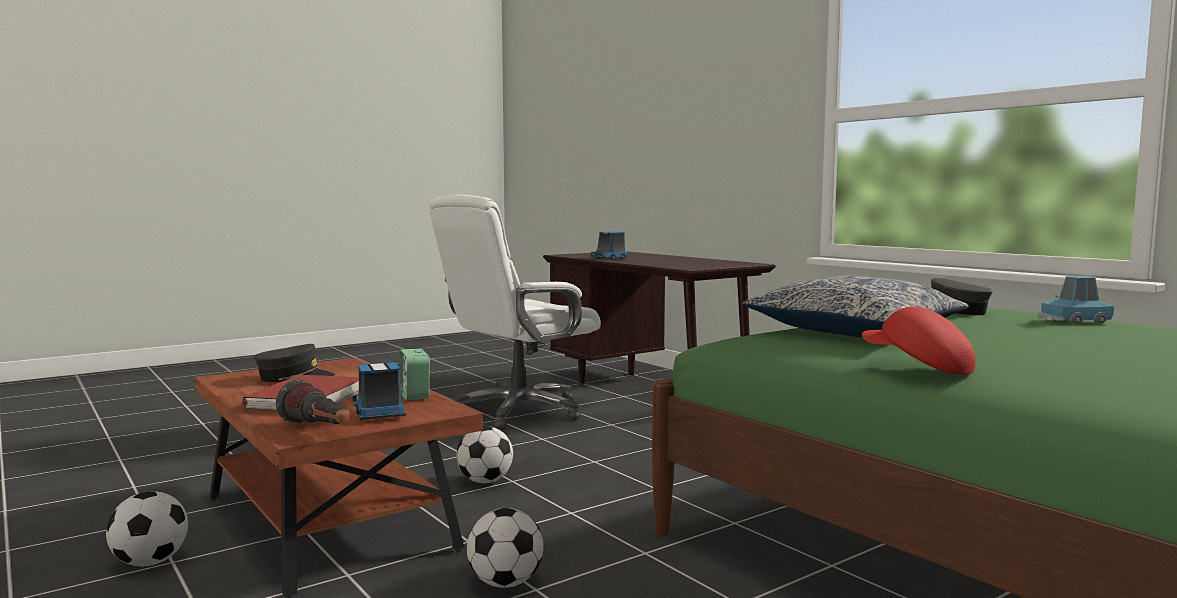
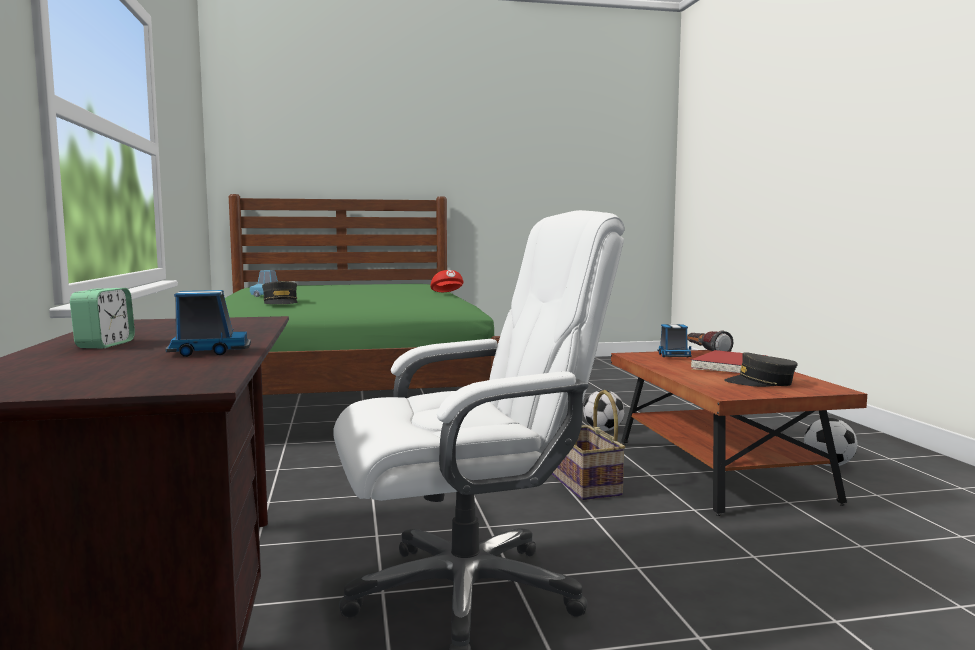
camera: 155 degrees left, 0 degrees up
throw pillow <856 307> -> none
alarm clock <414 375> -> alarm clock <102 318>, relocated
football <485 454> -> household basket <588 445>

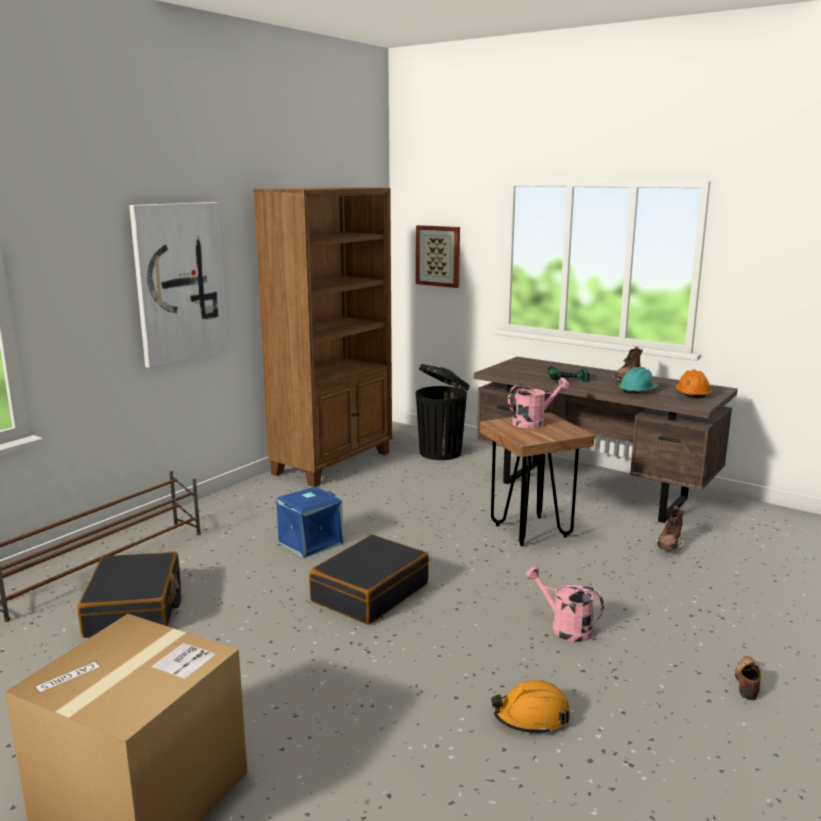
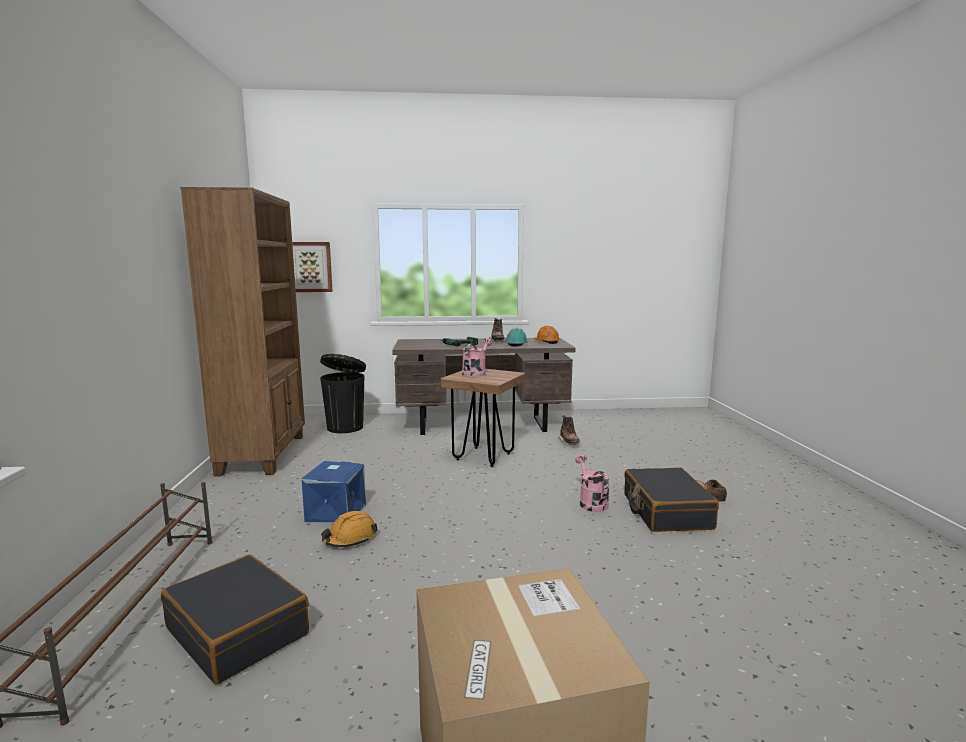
camera: 40 degrees left, 5 degrees down
picture <178 285> -> none
blackish travel case <369 580> -> blackish travel case <671 500>, relocated
pink-coloured watering can <564 604> -> pink-coloured watering can <592 483>, 75 degrees clockwise
orangey safety helmet <531 707> -> orangey safety helmet <349 529>, relocated

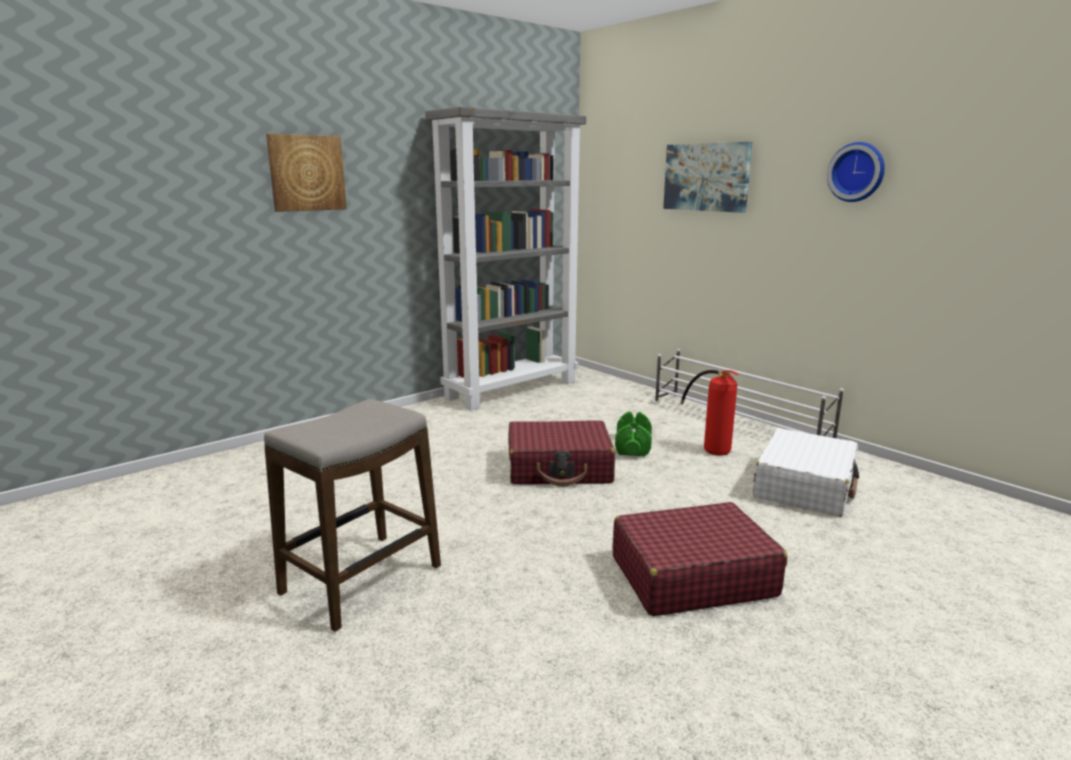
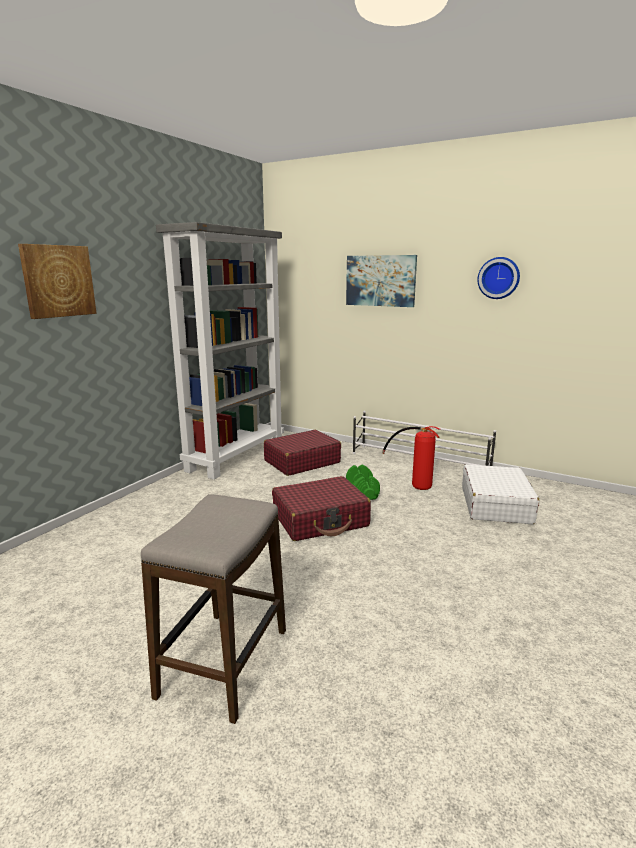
camera: 20 degrees left, 0 degrees up
red travel case <700 559> -> red travel case <302 453>, relocated

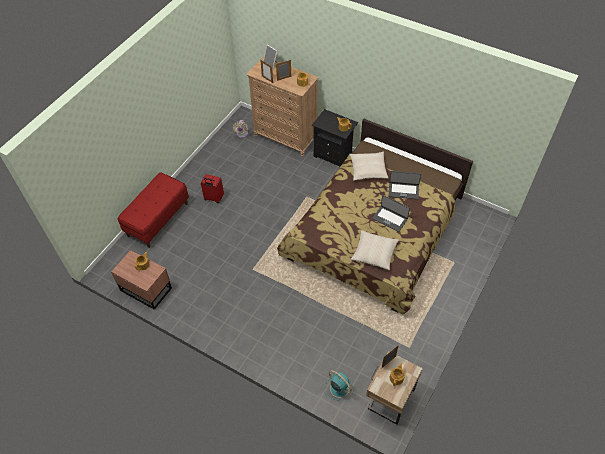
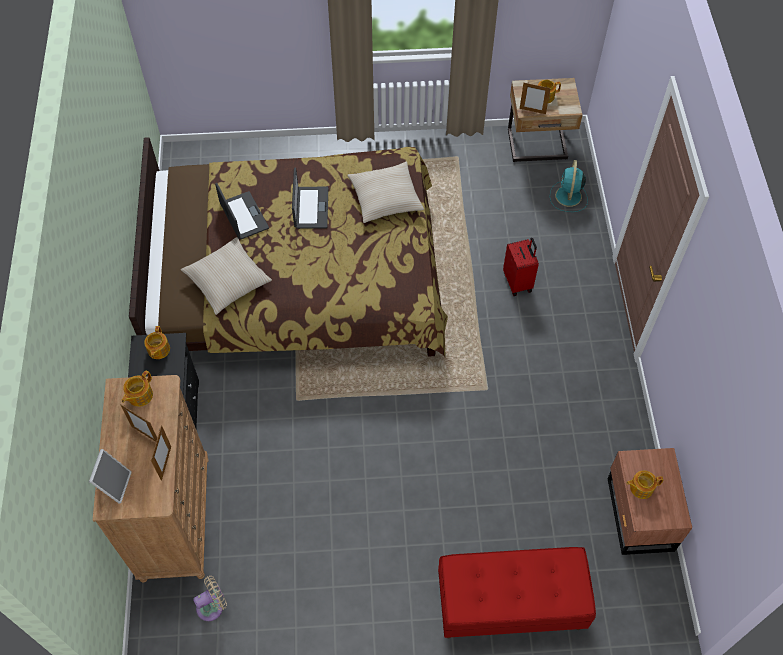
camera: 125 degrees left, 5 degrees up
red travel case <212 188> -> red travel case <521 267>, relocated

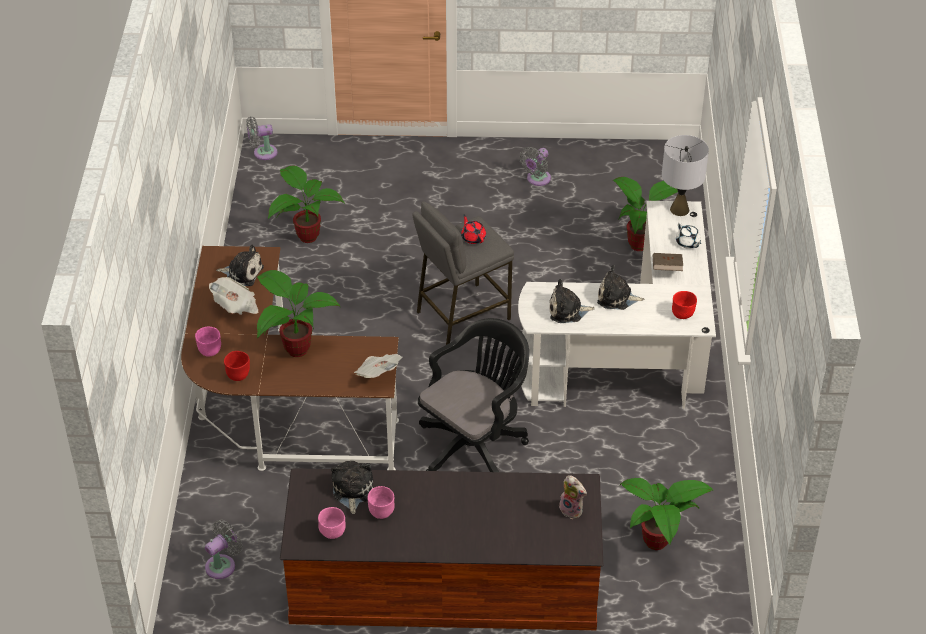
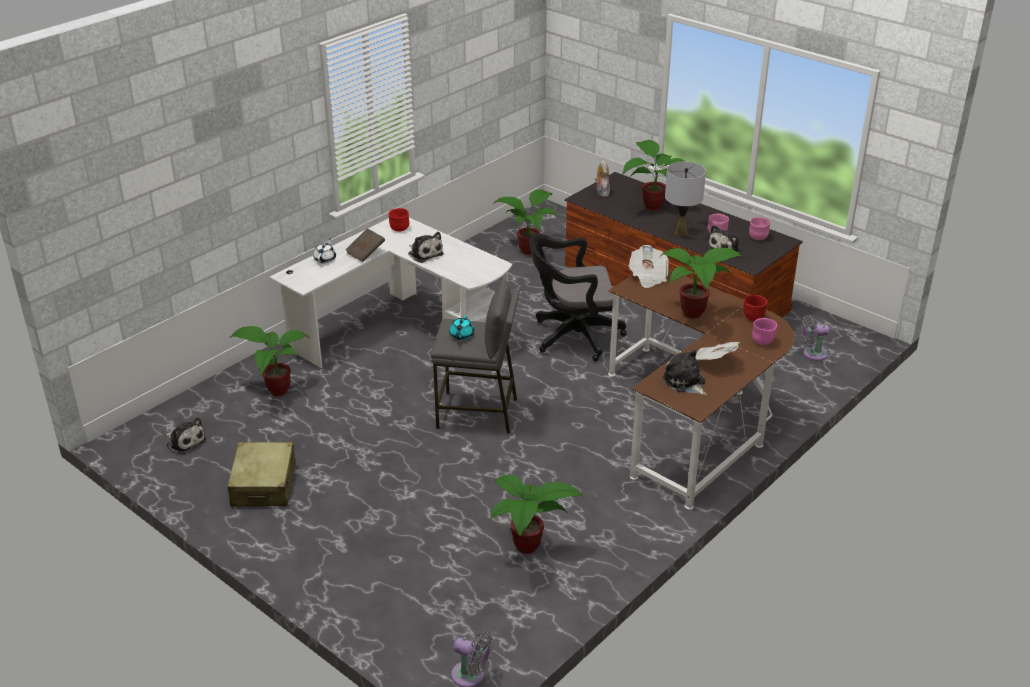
camera: 140 degrees left, 10 degrees down
gray lamp for a table <685 175> -> gray lamp for a table <685 199>, relocated
gray cooling fan <535 166> -> beige travel case <261 474>
red teapot <473 229> -> turquoise teapot <461 327>
cuddly toy <572 301> -> cuddly toy <186 436>, relocated
none -> plant in a pot <654 175>

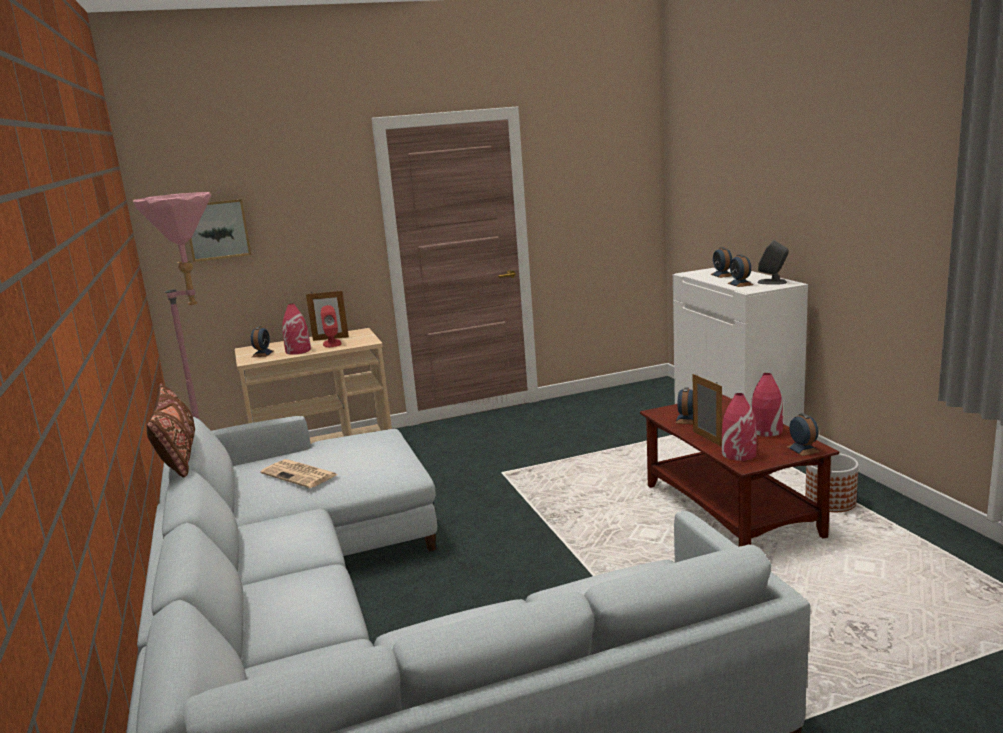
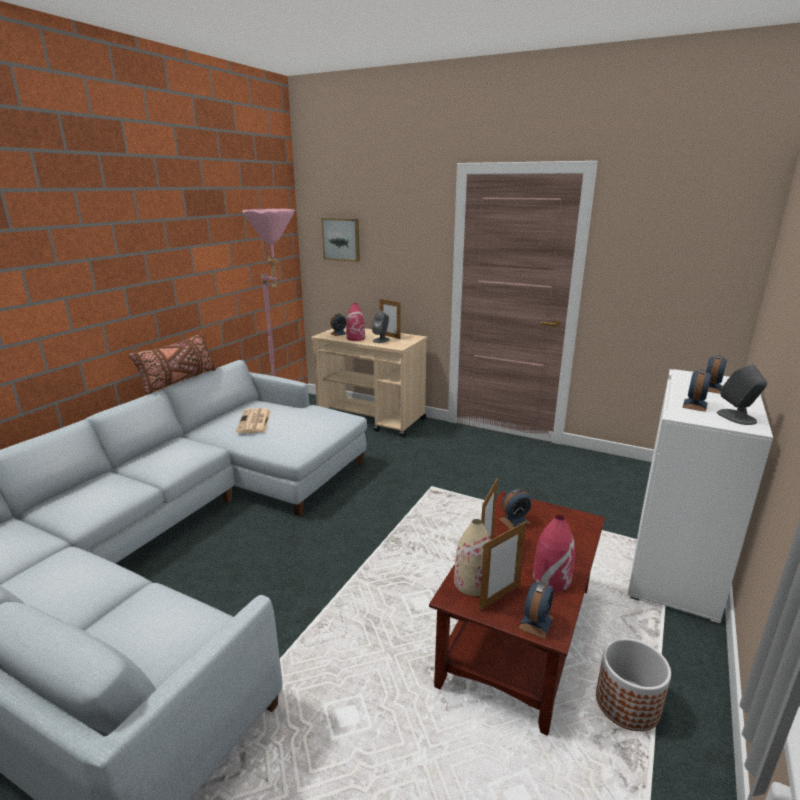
camera: 45 degrees right, 5 degrees up
red audio speaker <331 326> -> gray audio speaker <381 327>
red decorative vase <739 427> -> beige decorative vase <472 557>
none -> picture frame <502 566>

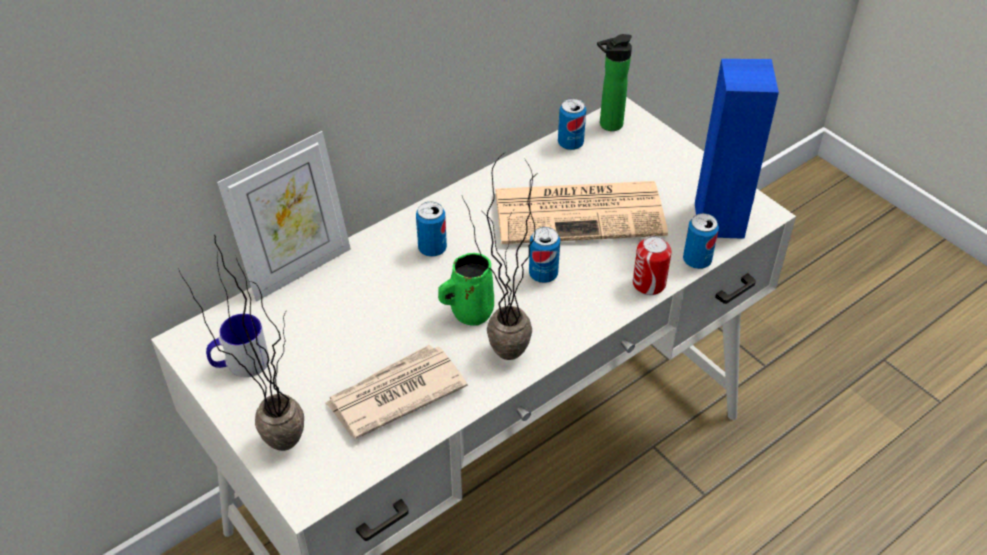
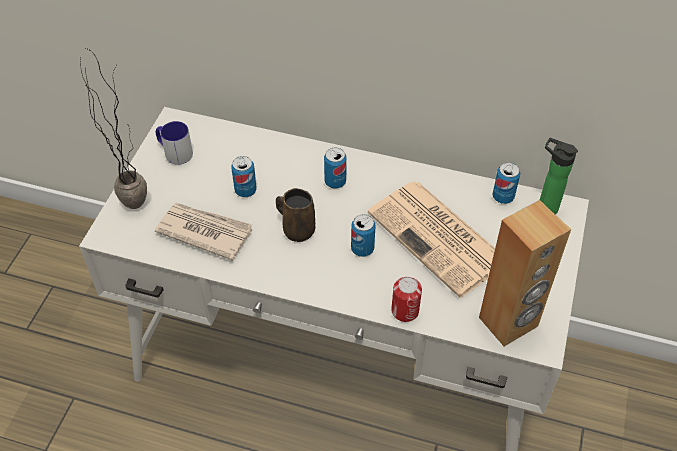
camera: 55 degrees right, 5 degrees up
bluish audio speaker <737 149> -> brown audio speaker <525 273>
picture frame <284 216> -> none
plant in a pot <500 256> -> none
can <701 241> -> can <244 176>, relocated
green mug <466 289> -> brown mug <295 215>

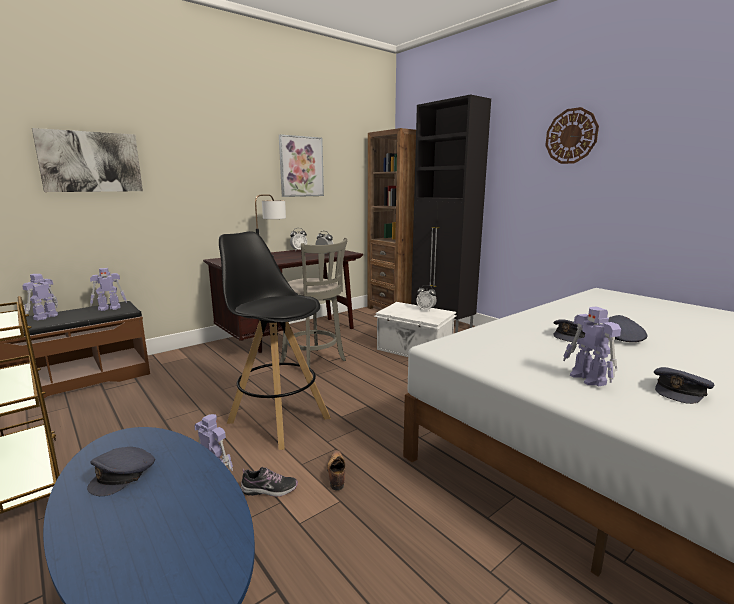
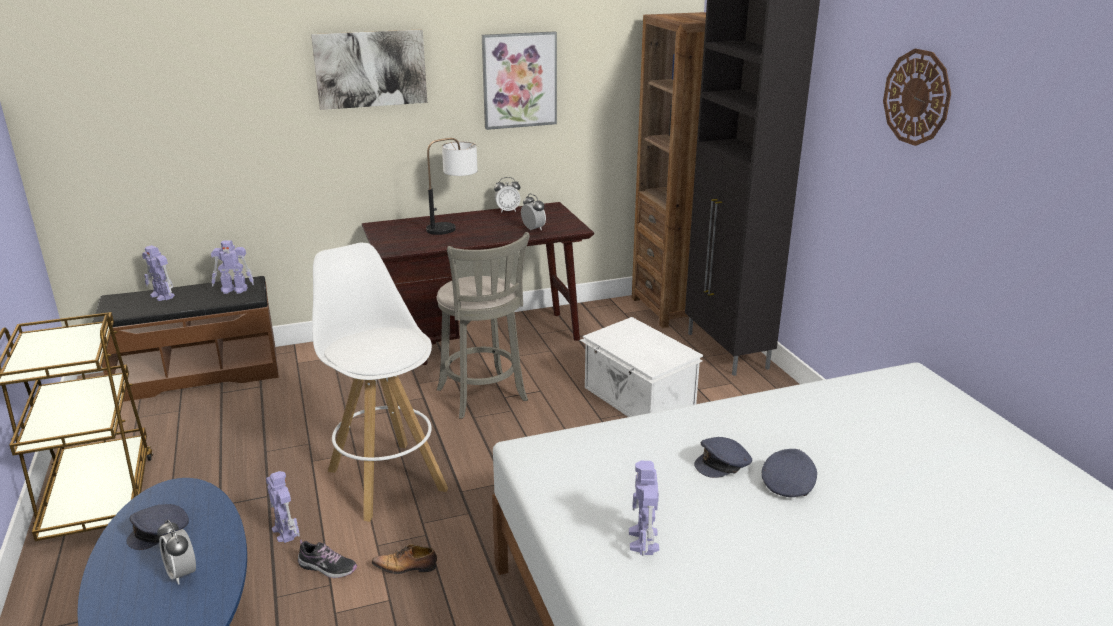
camera: 20 degrees right, 10 degrees up
picture <87 160> -> picture <369 69>, relocated
blackish sitting stool <275 340> -> white sitting stool <380 382>
model robot <40 297> -> model robot <158 273>, 90 degrees counterclockwise
alarm clock <426 298> -> alarm clock <176 552>, relocated
gray baseball cap <684 385> -> none
item of footwear <336 470> -> item of footwear <404 559>, 105 degrees counterclockwise

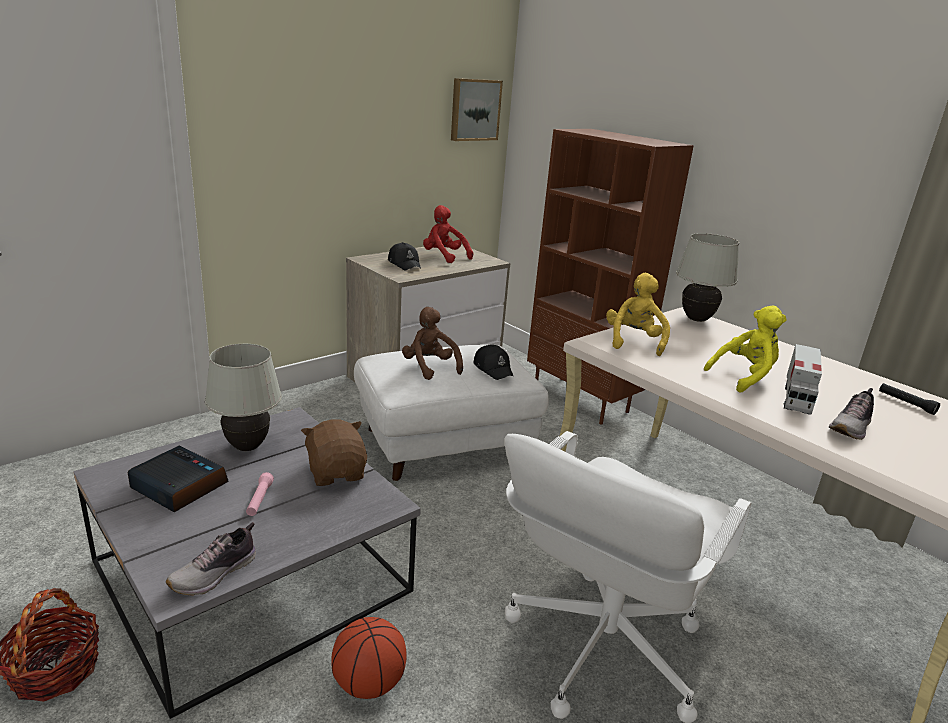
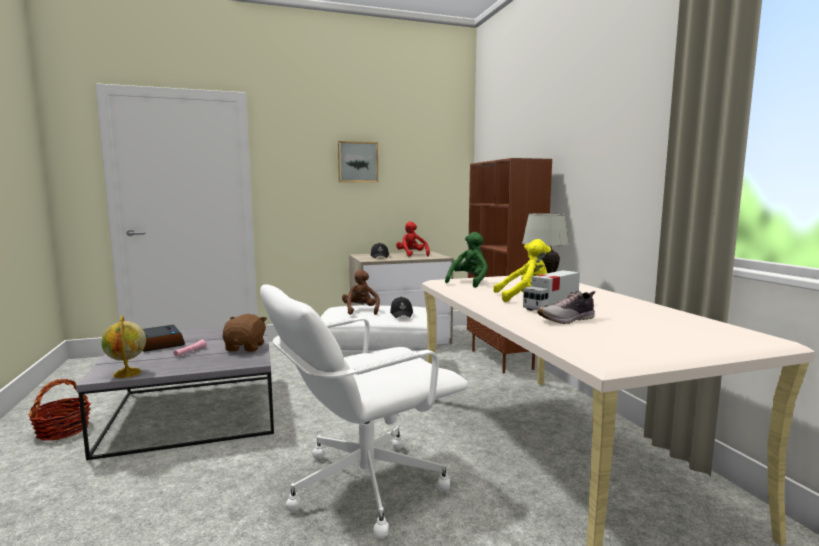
camera: 25 degrees right, 15 degrees down
picture <477 109> -> picture <358 161>, relocated
yellowish cuddly toy <638 314> -> green cuddly toy <466 260>
white lamp for a table <243 397> -> none
blackish flashlight <909 399> -> none
item of footwear <211 558> -> world globe <123 347>
basketball <369 658> -> none

